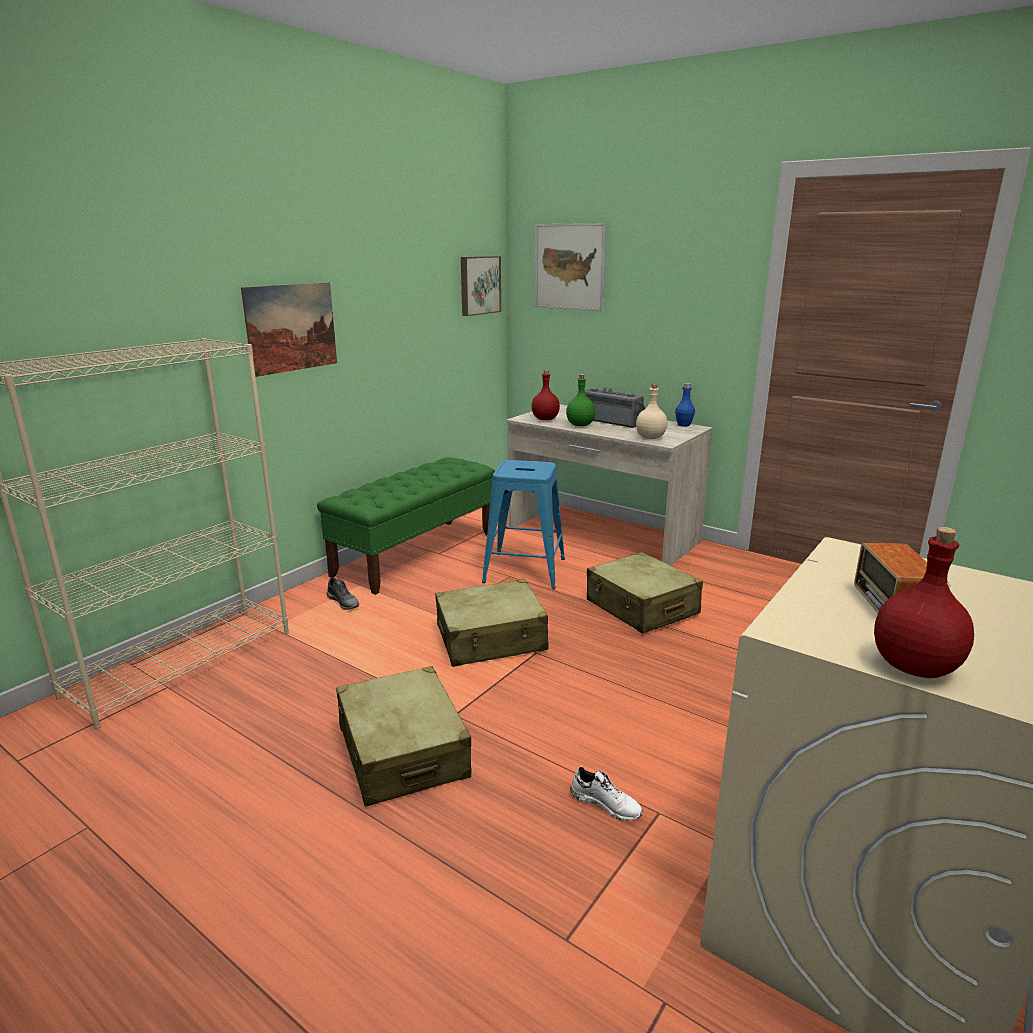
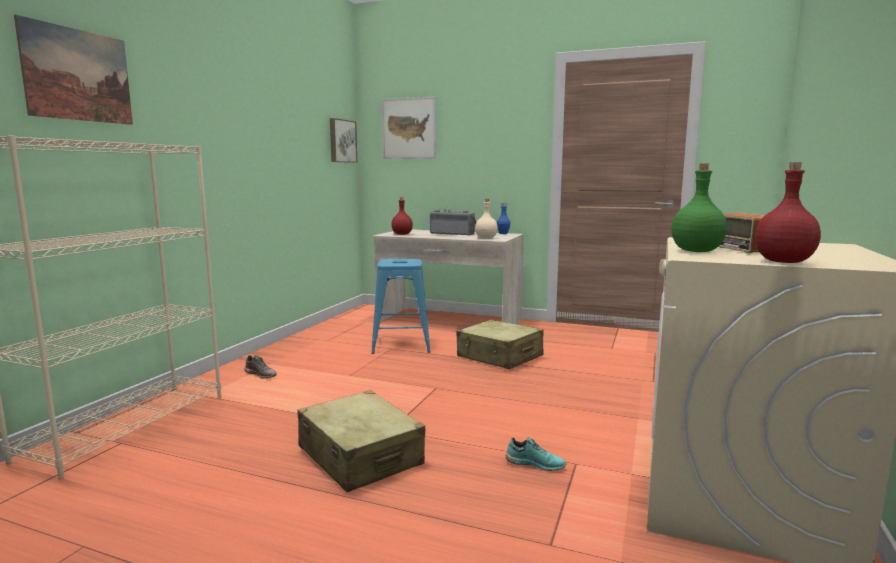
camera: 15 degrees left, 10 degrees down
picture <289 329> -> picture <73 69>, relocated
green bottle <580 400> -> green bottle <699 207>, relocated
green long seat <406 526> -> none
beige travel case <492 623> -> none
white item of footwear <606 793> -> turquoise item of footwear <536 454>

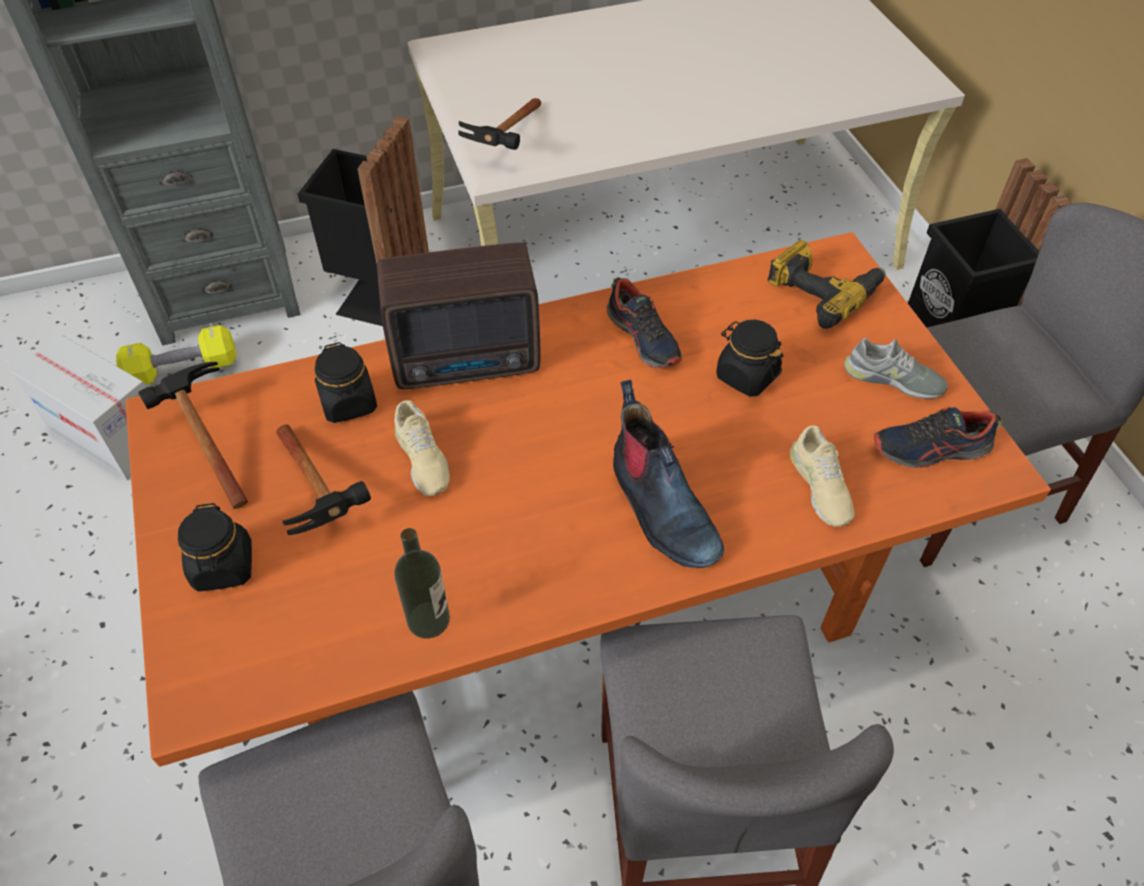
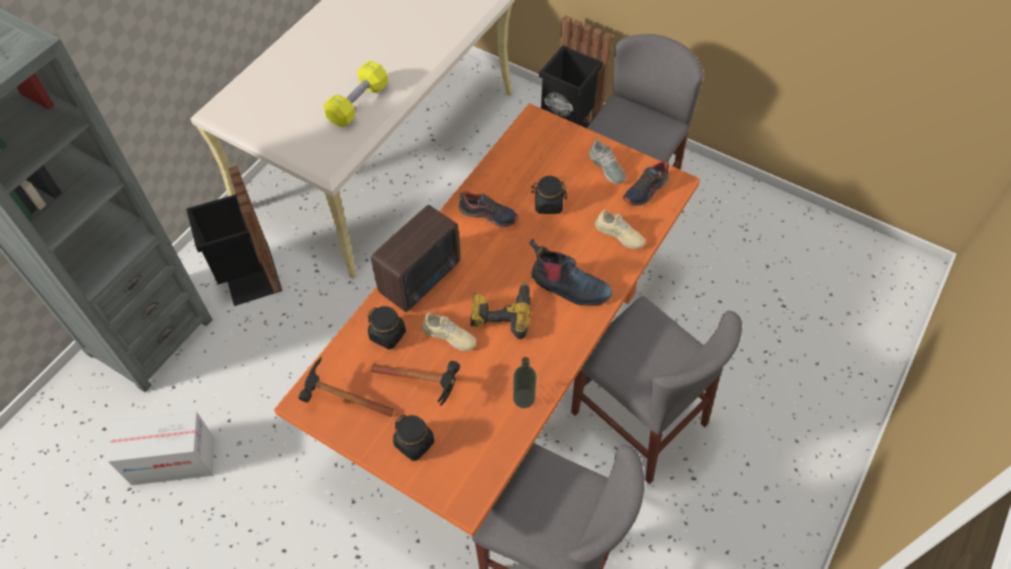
camera: 40 degrees left, 5 degrees up
tool hammer <499 124> -> none
power drill <826 284> -> power drill <500 311>, relocated
yellowish hand weight <176 355> -> yellowish hand weight <355 94>, relocated
gray item of footwear <896 368> -> gray item of footwear <607 162>, 75 degrees clockwise

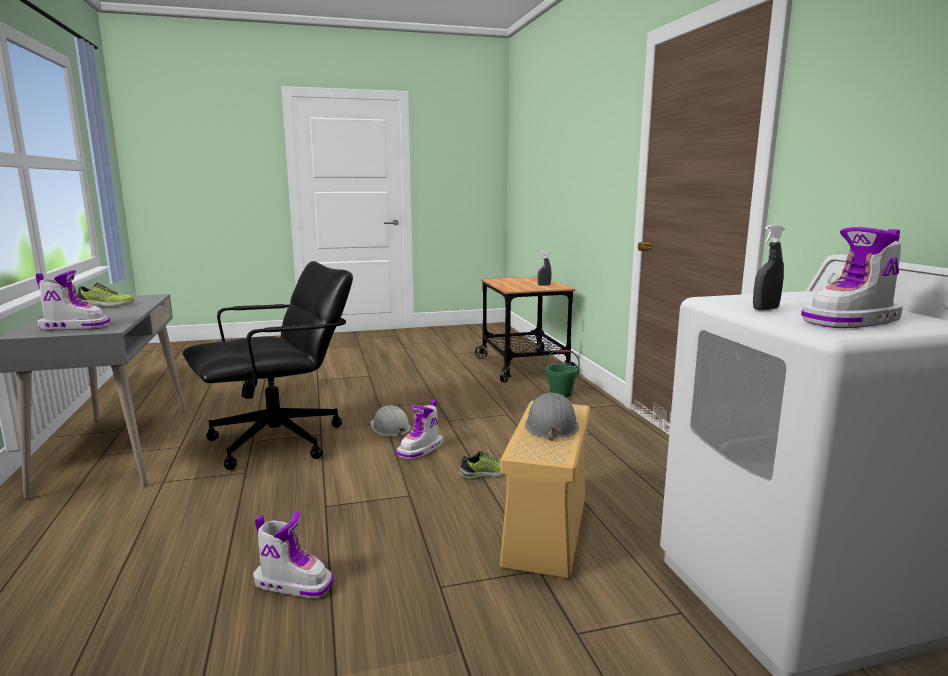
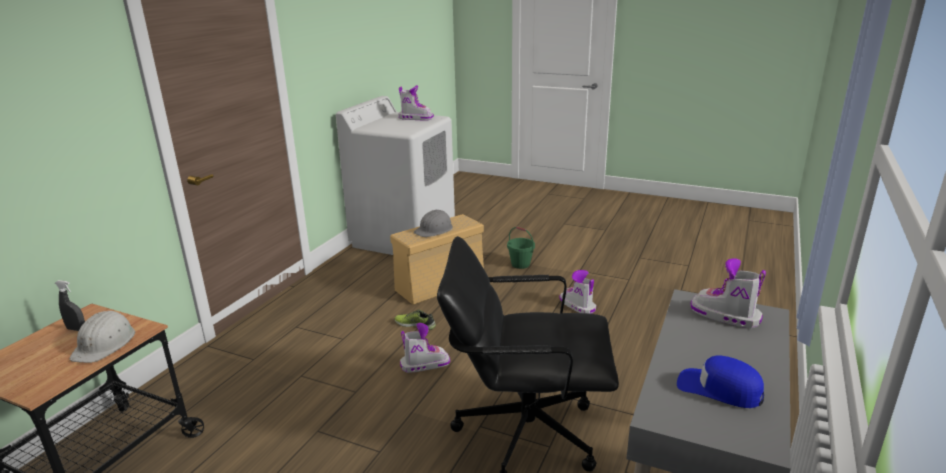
camera: 140 degrees left, 10 degrees up
gray hand sprayer <768 267> -> none
item of footwear <106 295> -> bluish baseball cap <720 381>
green bucket <562 373> -> green bucket <521 248>, relocated
white safety helmet <390 421> -> white safety helmet <102 337>, relocated

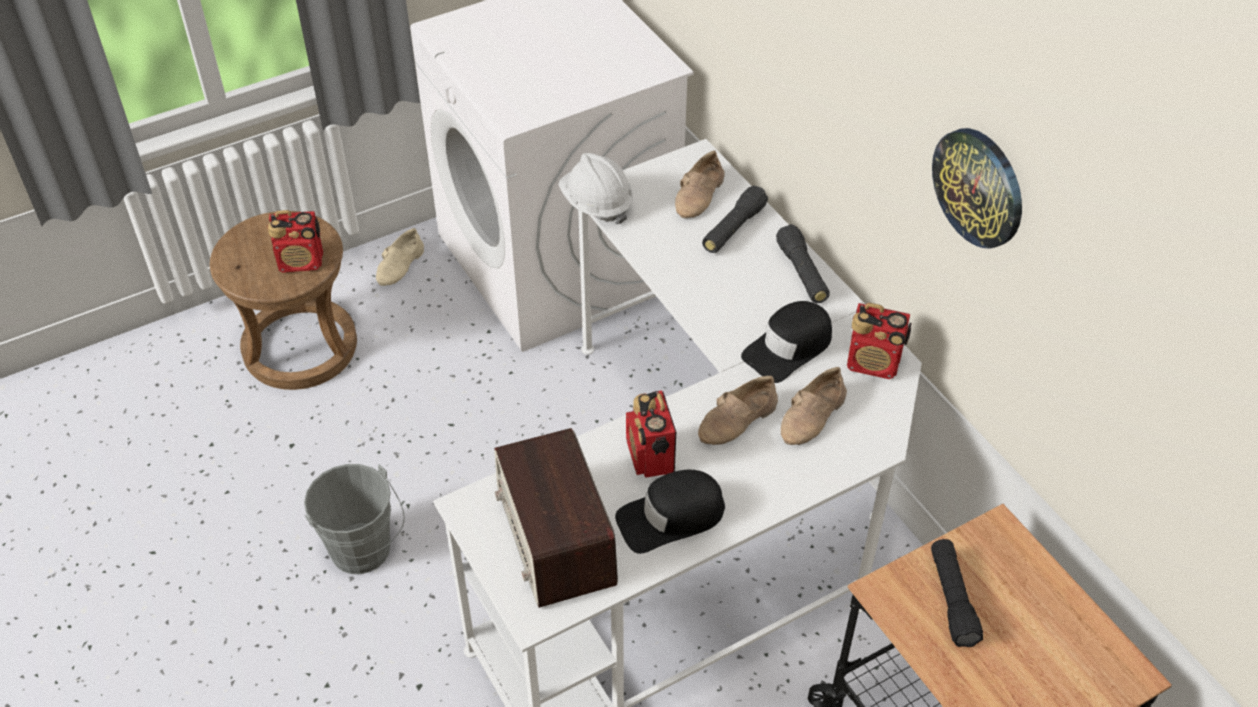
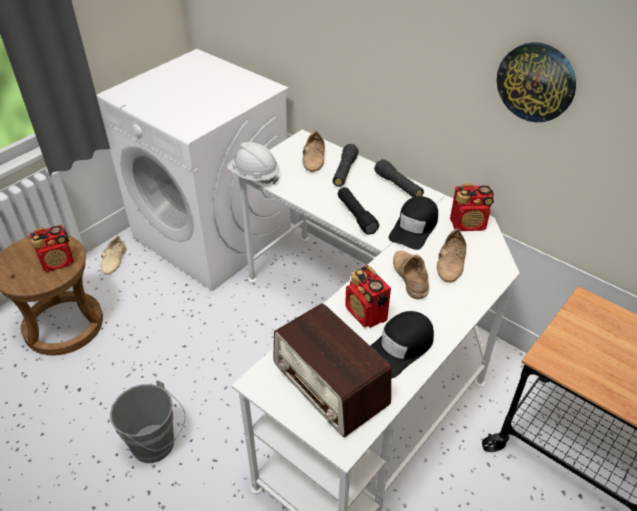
camera: 20 degrees left, 5 degrees down
beige item of footwear <738 410> -> beige item of footwear <411 275>, 135 degrees clockwise
blackish flashlight <957 593> -> blackish flashlight <358 210>, relocated

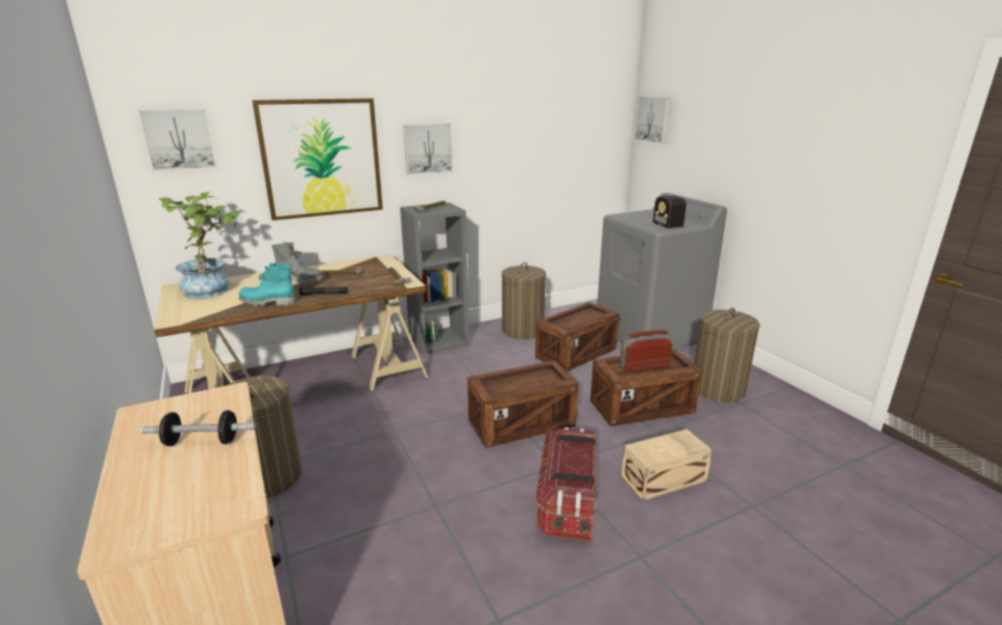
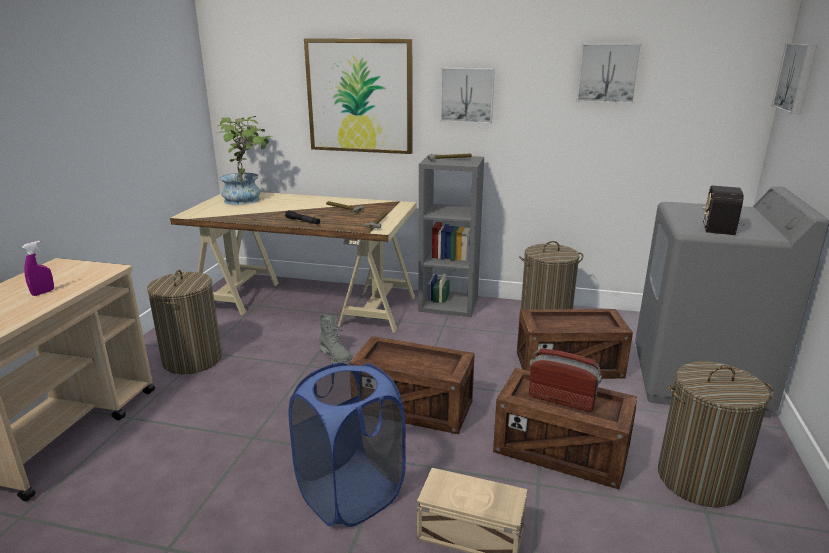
camera: 40 degrees right, 0 degrees up
picture <177 140> -> picture <609 74>, relocated
gray high-top boot <297 263> -> gray high-top boot <335 339>, relocated
turquoise high-top boot <267 284> -> none
hand weight <198 428> -> purplish hand sprayer <38 268>
storage bin <566 484> -> bluish washing basket <347 445>

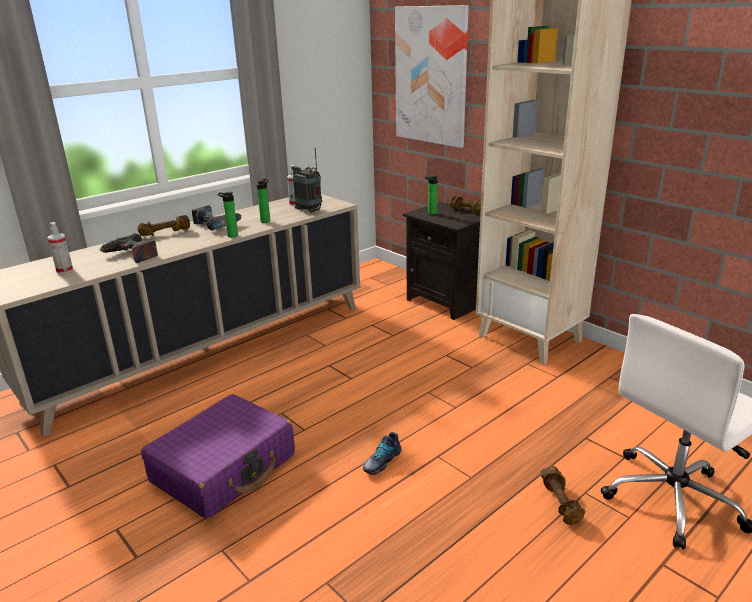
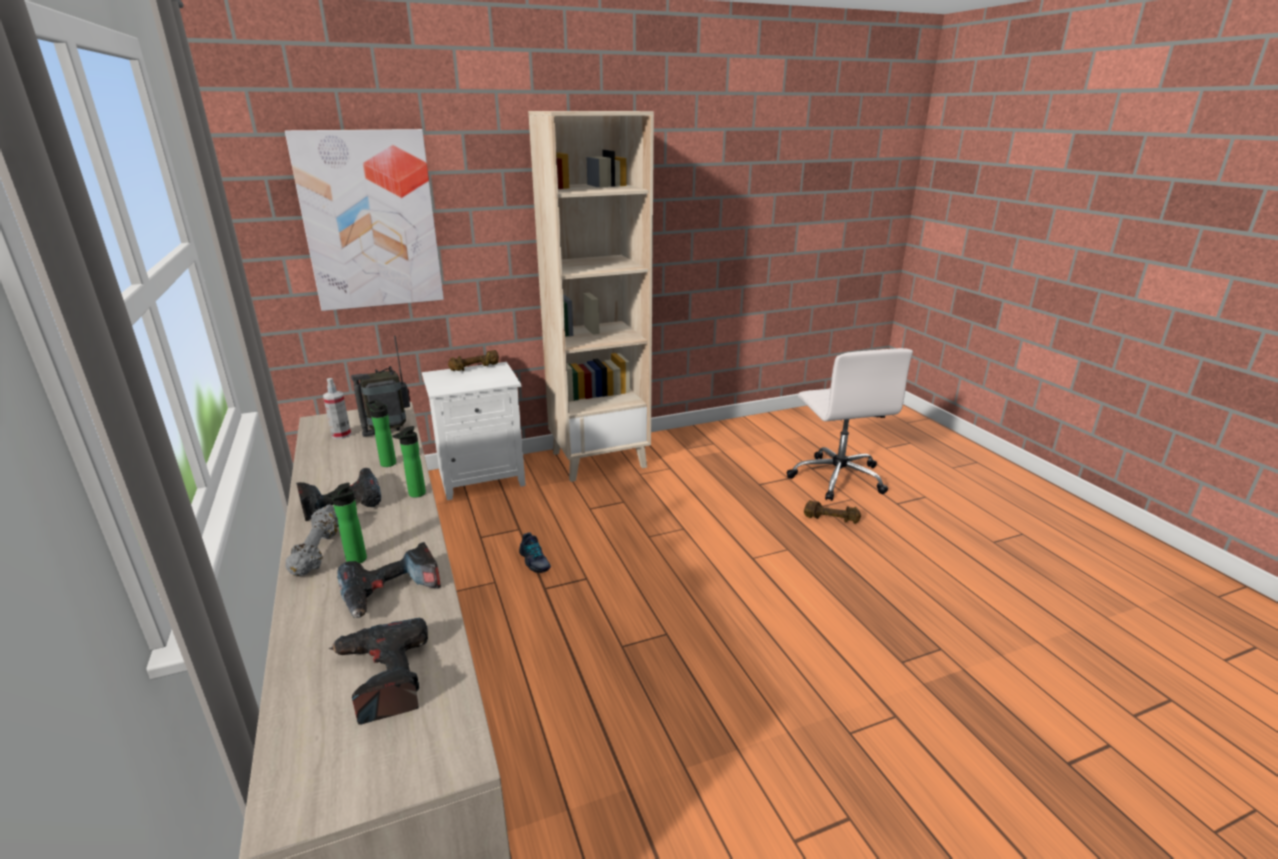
camera: 70 degrees left, 0 degrees up
bottle <431 195> -> bottle <345 523>, relocated
blackish nightstand <442 261> -> white nightstand <474 431>
brown hand weight <163 225> -> gray hand weight <312 540>
hand sprayer <60 248> -> power drill <378 671>
purplish travel case <218 456> -> none
item of footwear <382 453> -> item of footwear <535 553>, relocated

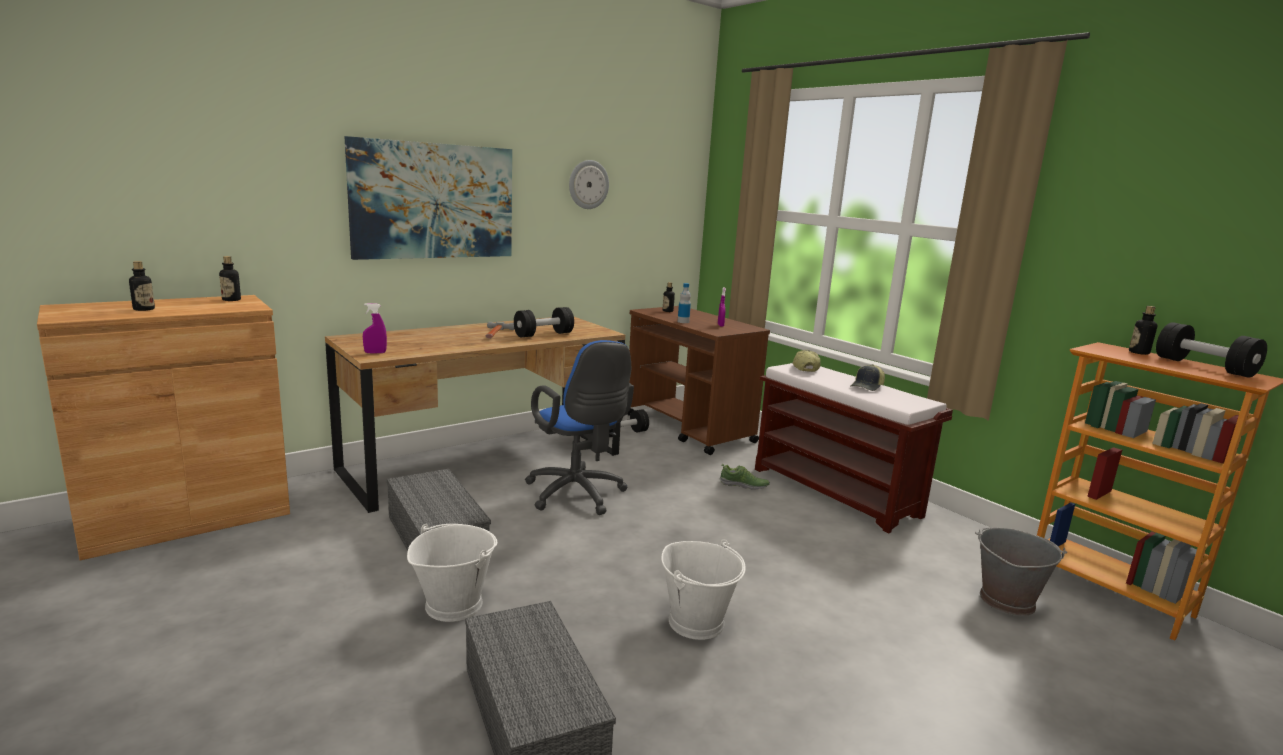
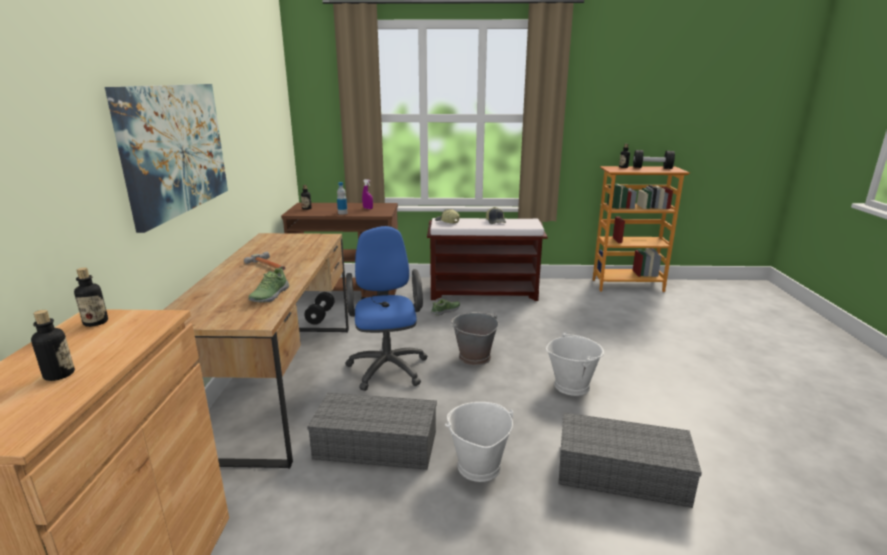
camera: 50 degrees left, 5 degrees up
wall clock <589 184> -> none
purplish hand sprayer <375 328> -> none
blackish hand weight <544 322> -> none
bluish desk chair <579 427> -> bluish desk chair <386 308>, 105 degrees counterclockwise
gray bucket <1021 571> -> gray bucket <475 339>, relocated
none -> item of footwear <269 284>

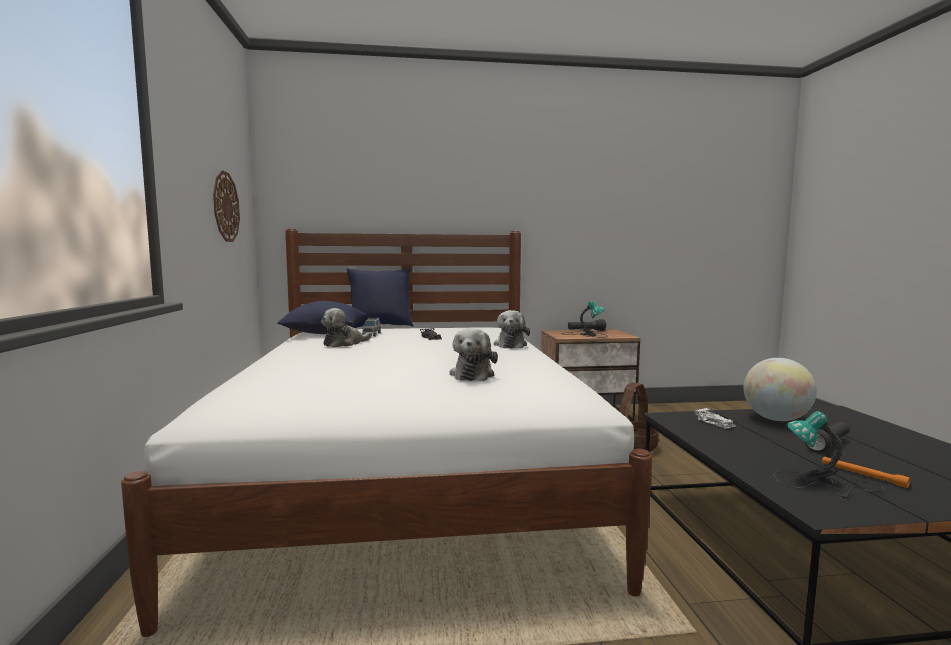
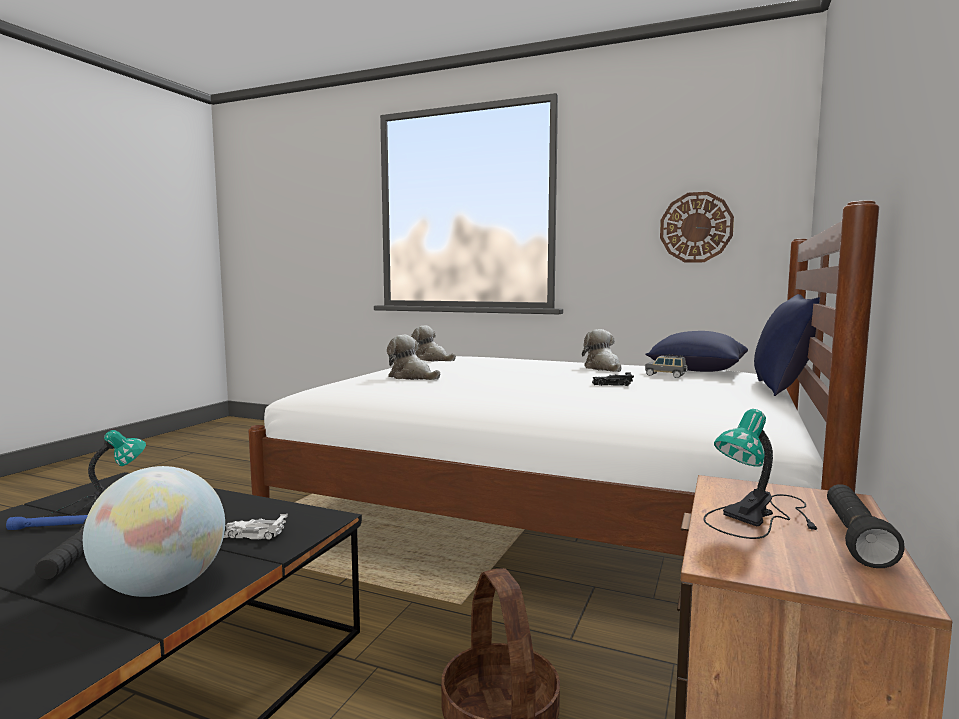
camera: 120 degrees right, 0 degrees up
cuddly toy <512 329> -> cuddly toy <433 343>, relocated
orangey flashlight <866 472> -> bluish flashlight <47 522>

